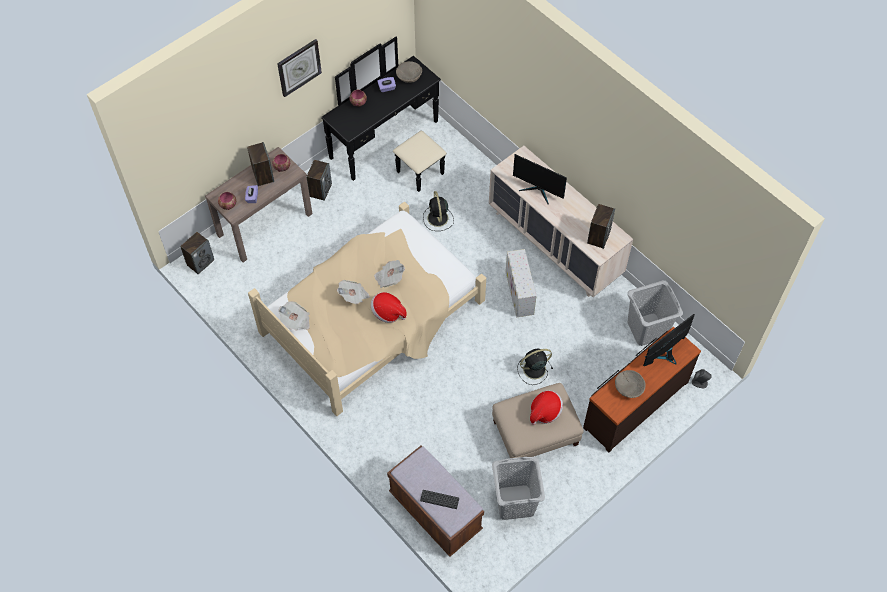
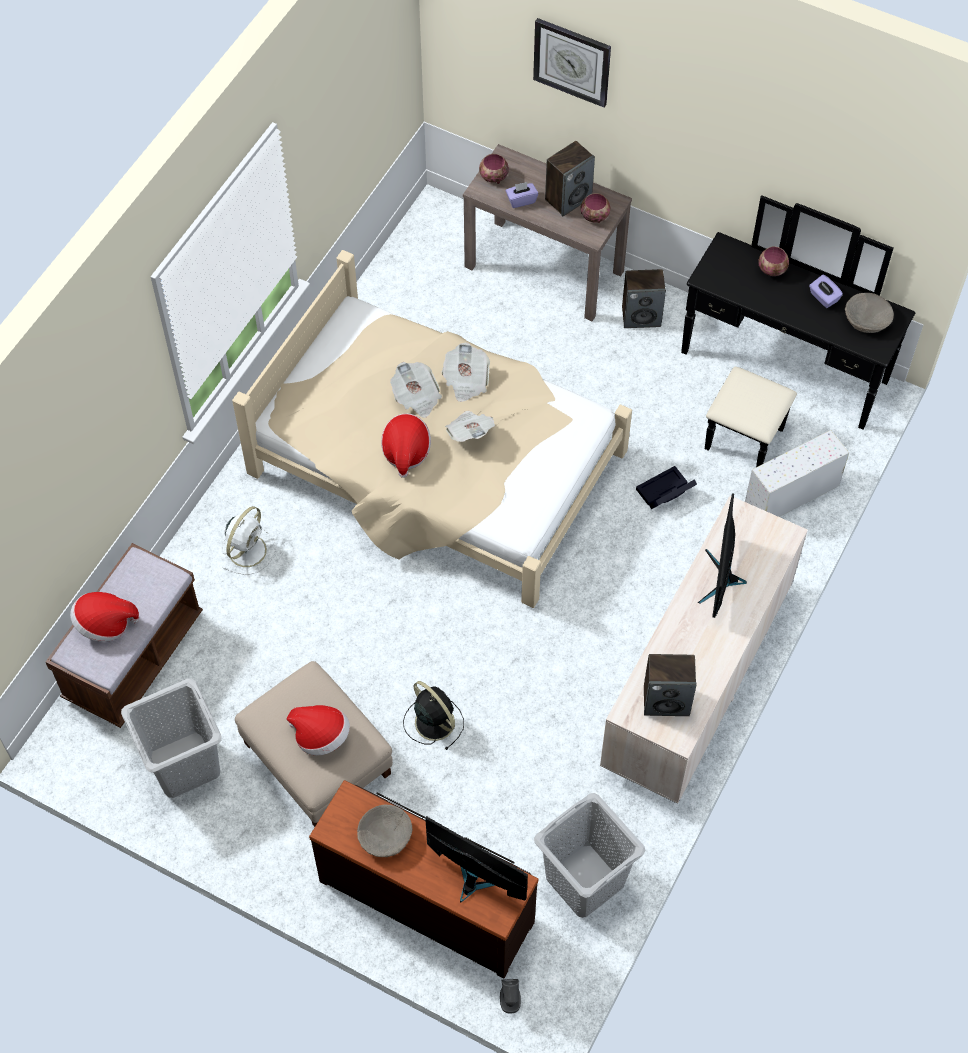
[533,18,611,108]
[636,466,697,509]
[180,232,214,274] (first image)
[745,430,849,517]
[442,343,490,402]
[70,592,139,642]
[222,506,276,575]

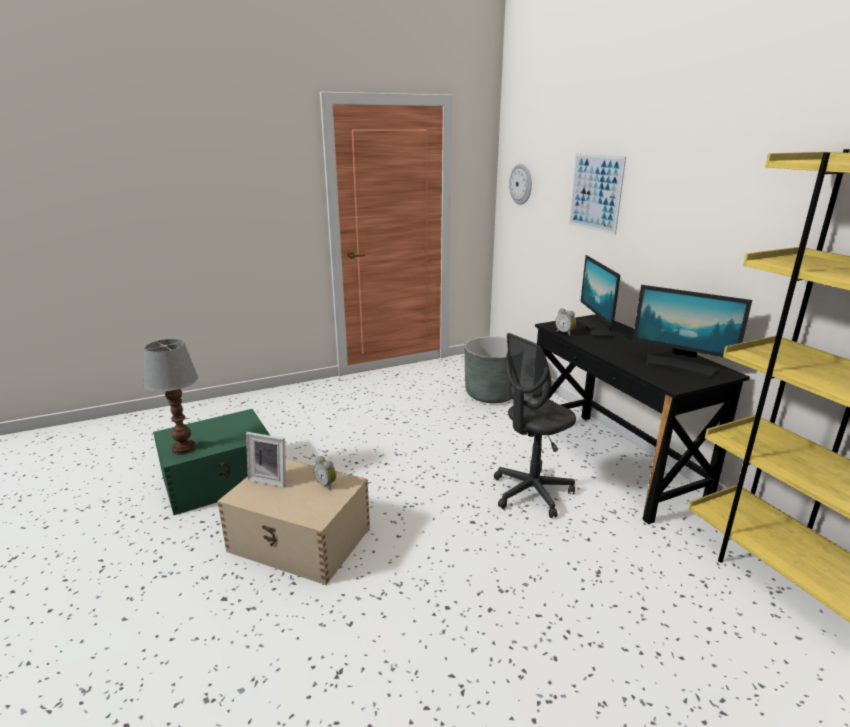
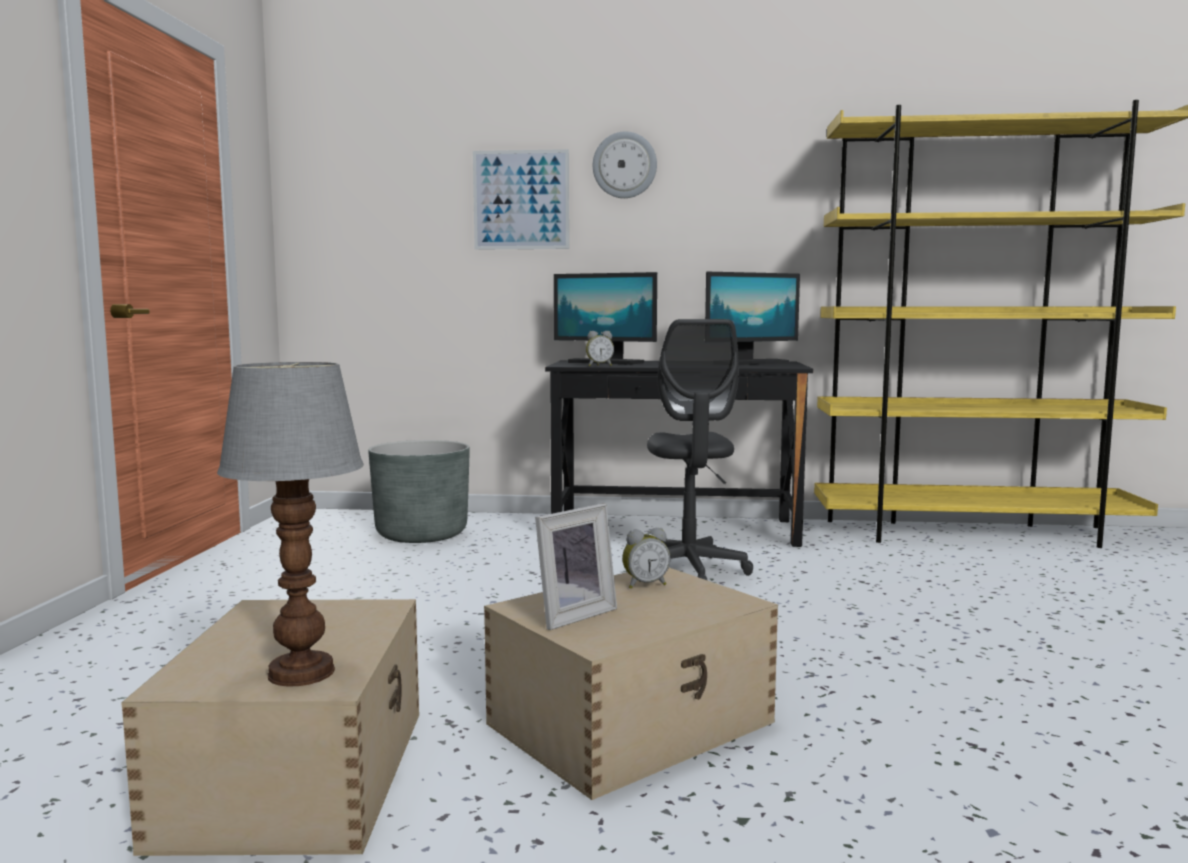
[593,132,657,198]
[121,599,419,856]

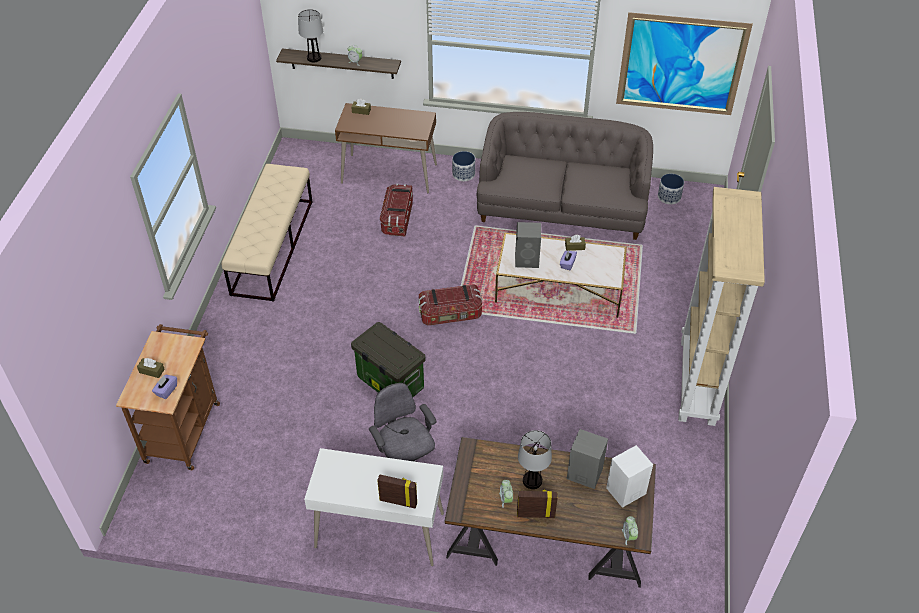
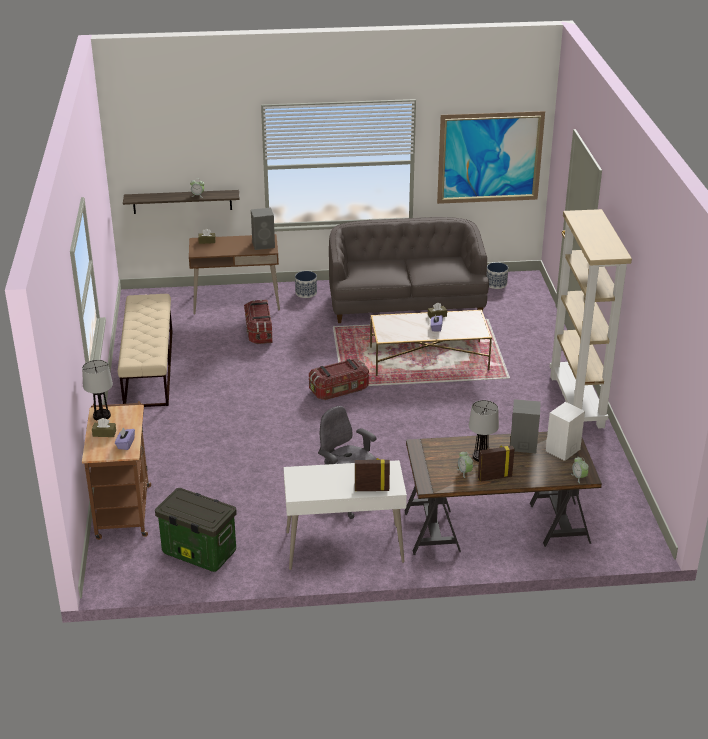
[82,360,113,421]
[251,208,275,250]
[155,488,237,572]

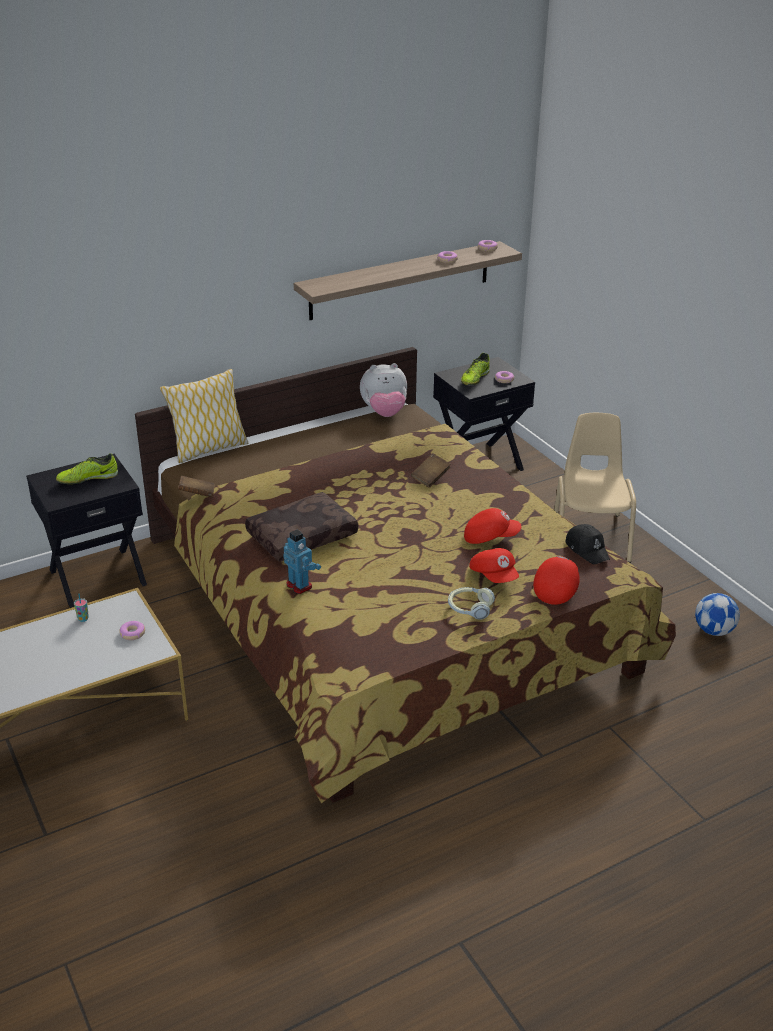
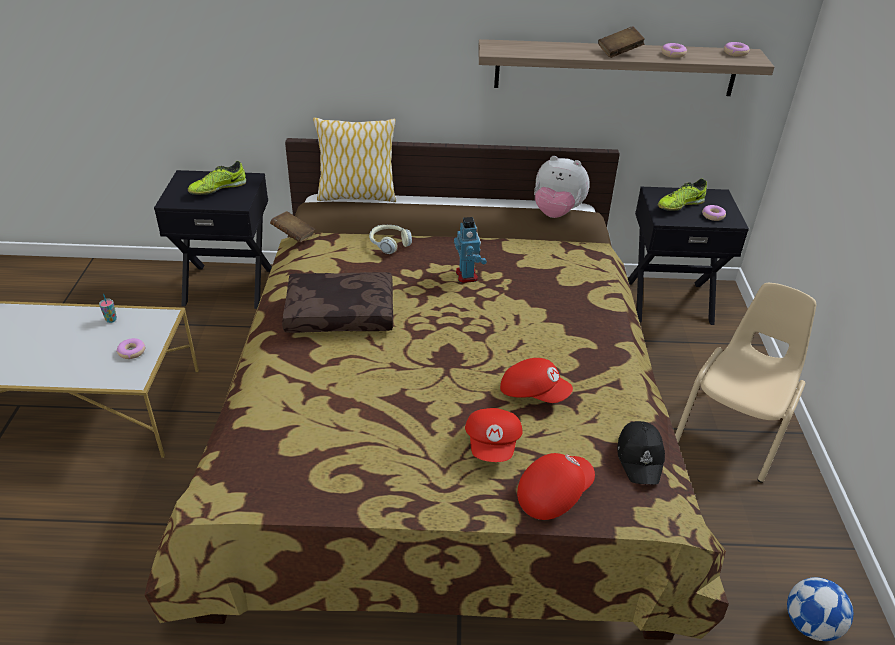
[188,161,246,195]
[598,26,645,58]
[454,217,487,283]
[369,225,412,254]

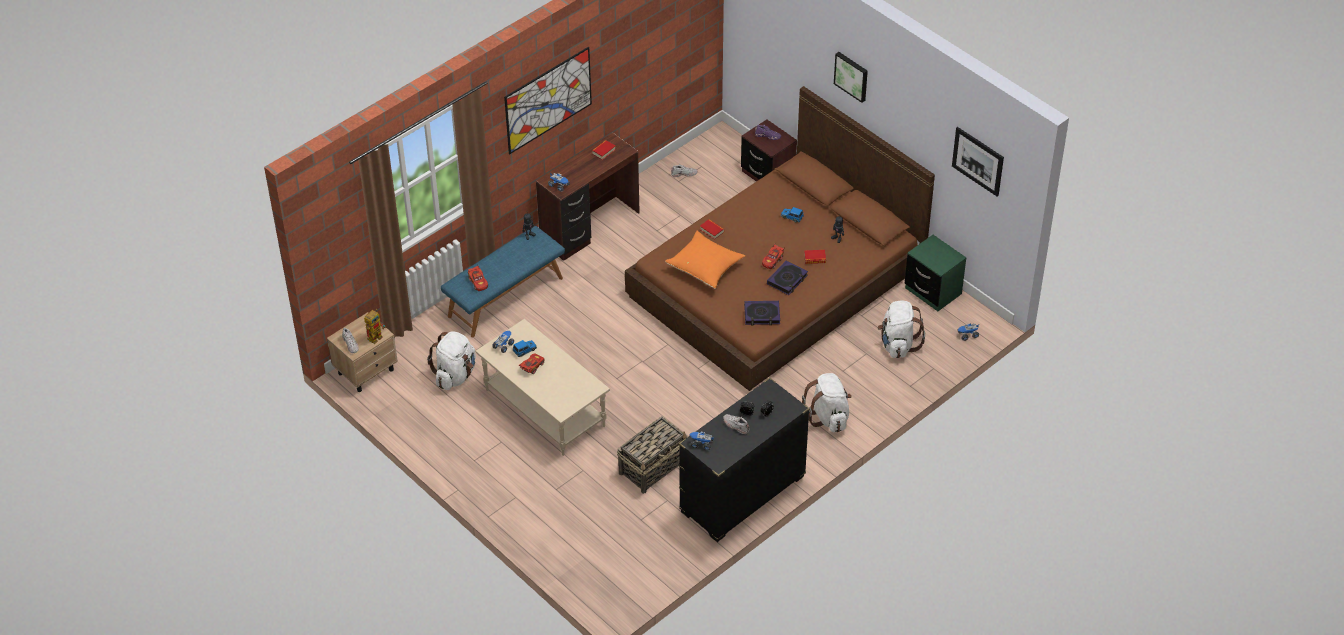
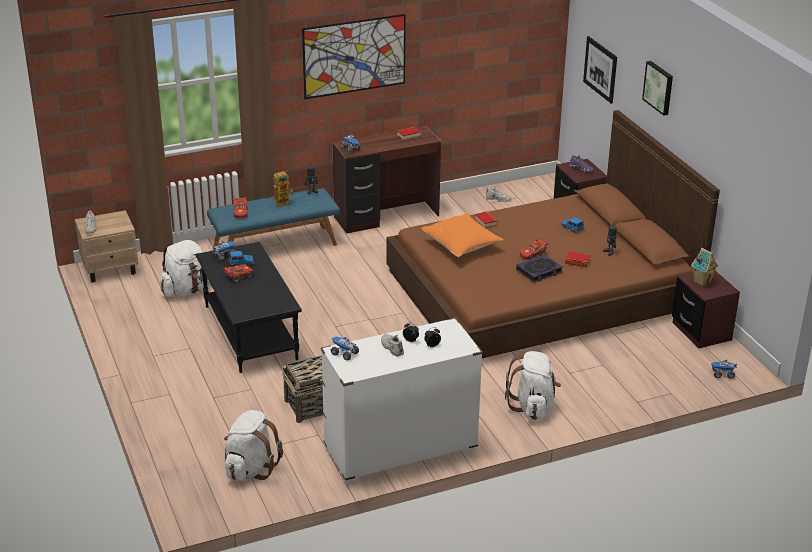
[583,36,617,104]
[672,271,740,348]
[744,301,780,326] (first image)
[224,410,283,481]
[273,170,294,207]
[196,242,302,373]
[321,318,483,484]
[691,248,718,286]

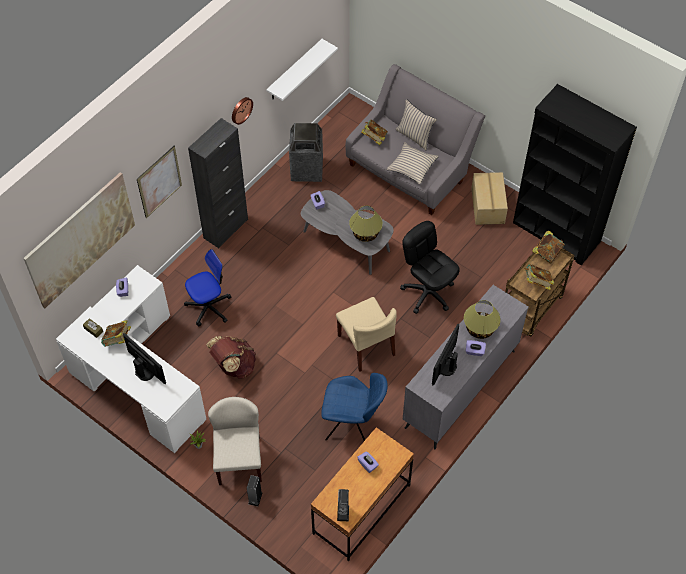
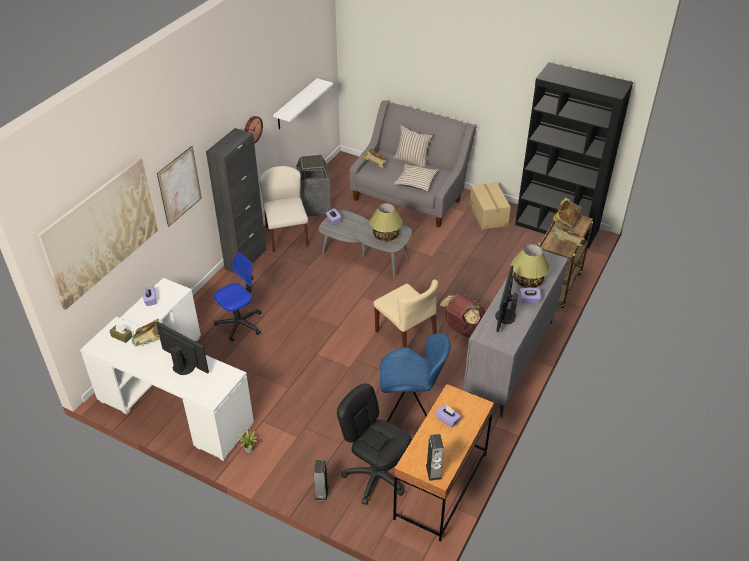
[337,383,412,505]
[440,295,486,337]
[259,166,309,252]

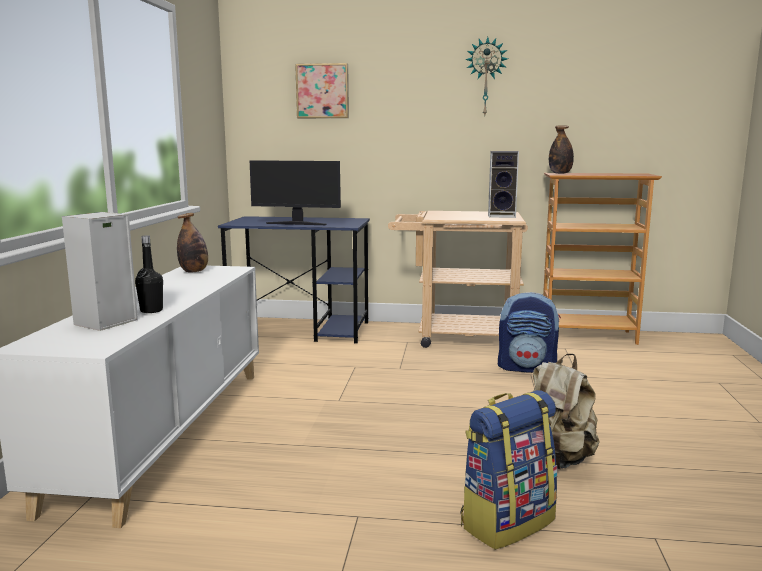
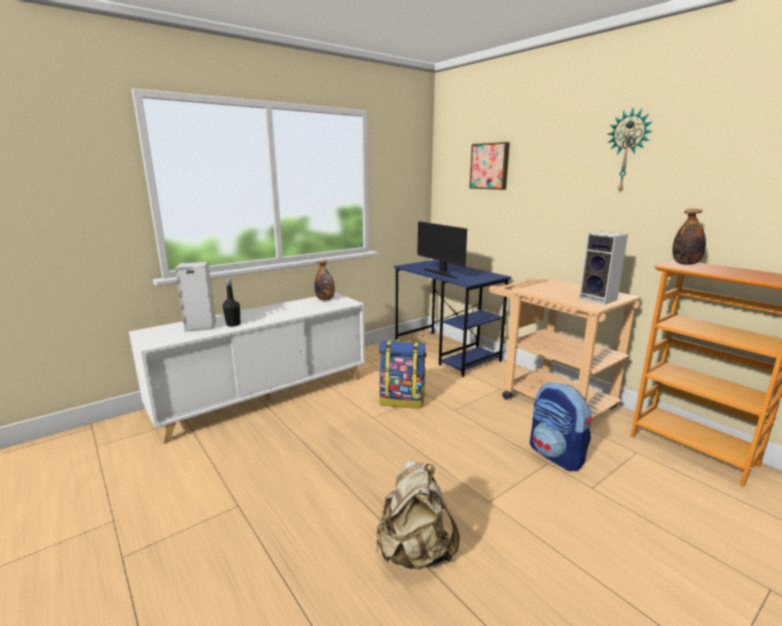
[379,339,426,408]

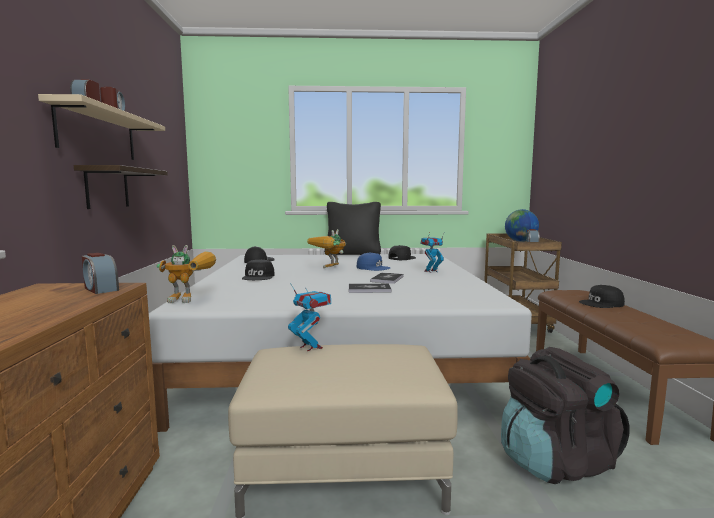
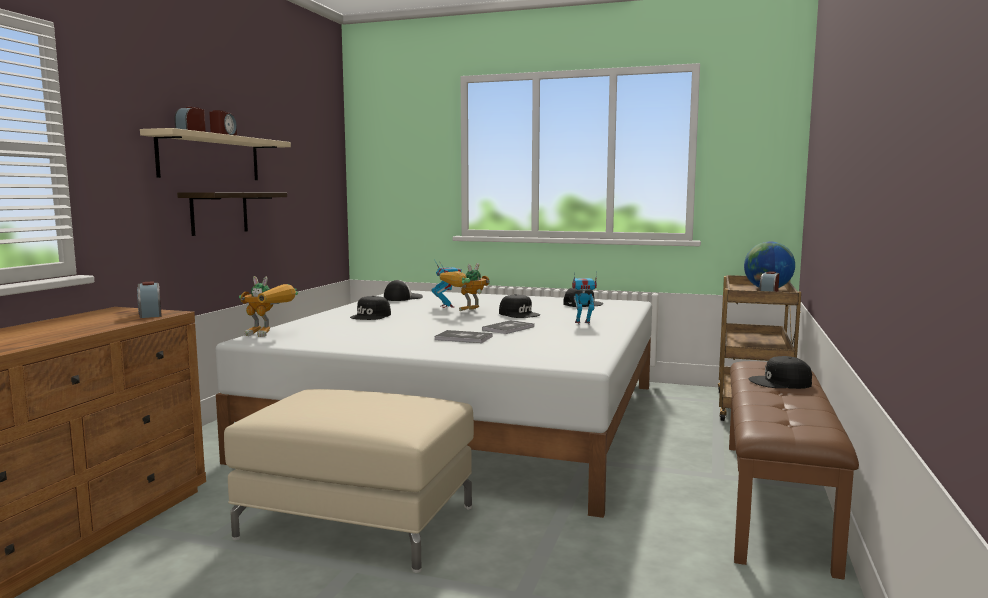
[324,202,381,255] (first image)
[499,294,540,318]
[431,261,462,308]
[501,347,630,484] (first image)

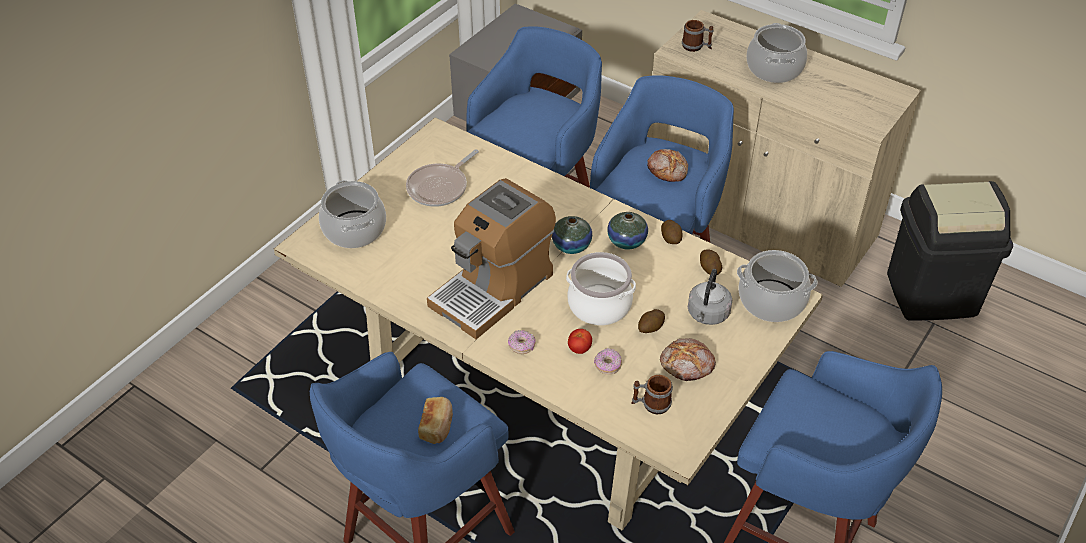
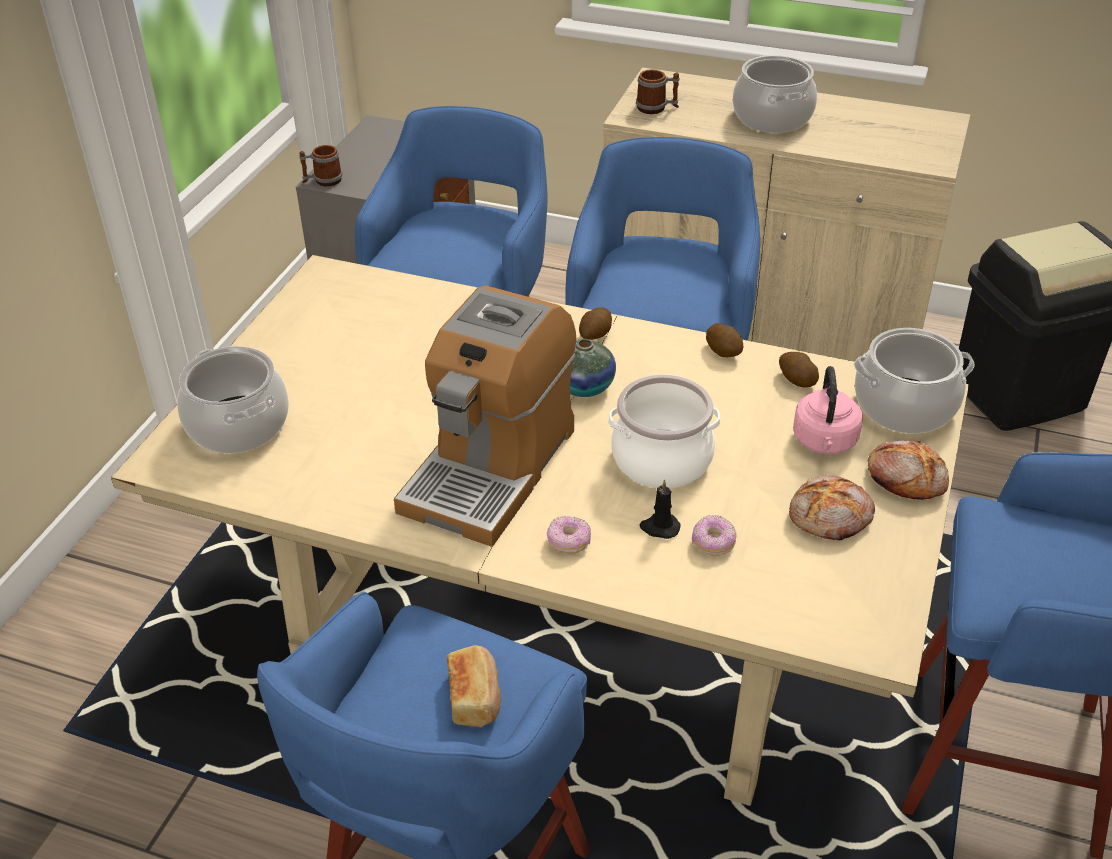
[406,149,479,207] (first image)
[868,440,949,500]
[607,212,648,249] (first image)
[793,366,863,454]
[579,307,612,340]
[639,479,680,539]
[299,145,342,186]

